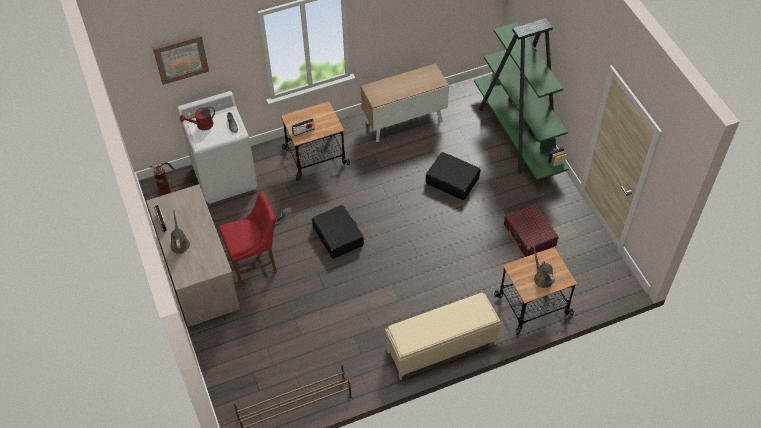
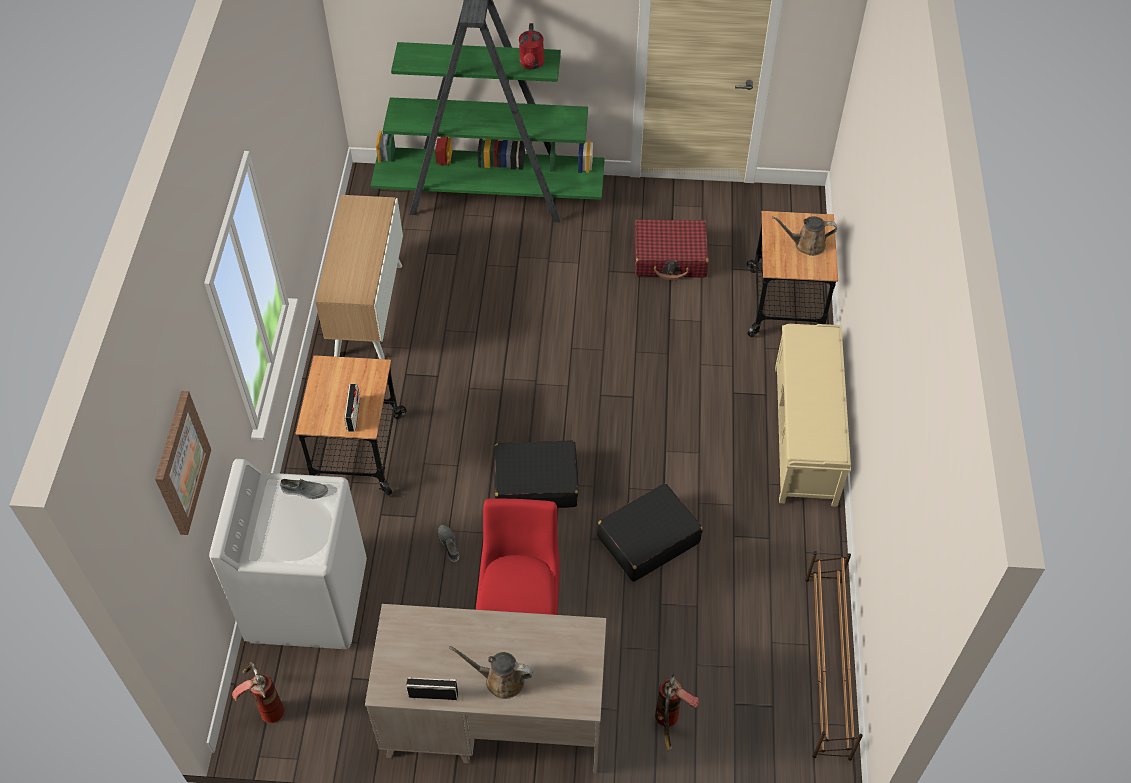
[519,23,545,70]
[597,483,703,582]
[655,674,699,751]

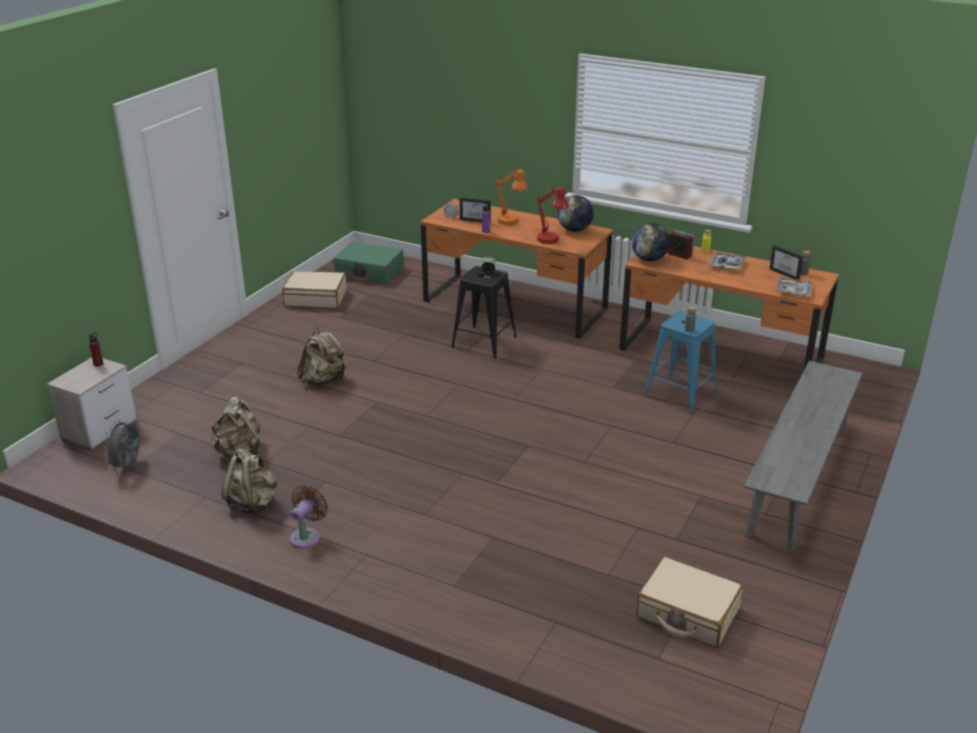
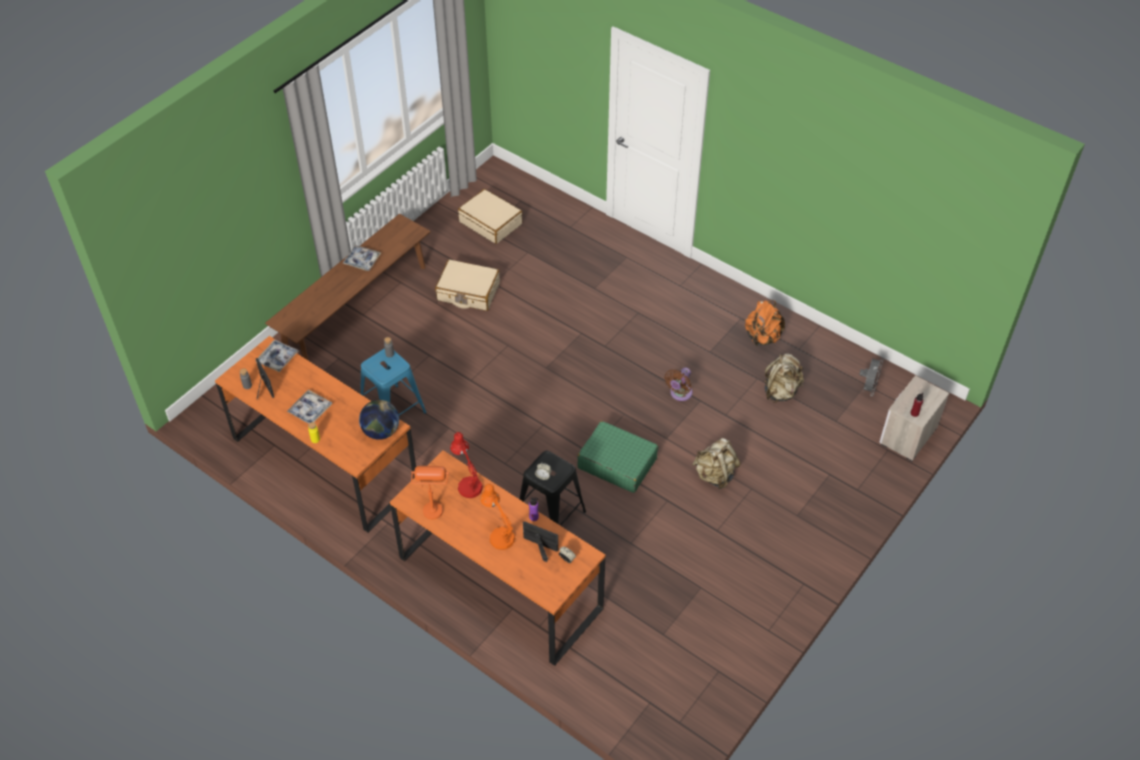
[411,466,449,520]
[668,230,695,259] (first image)
[577,421,658,493]
[435,259,500,311]
[265,214,431,361]
[745,300,785,346]
[664,367,693,401]
[342,245,381,271]

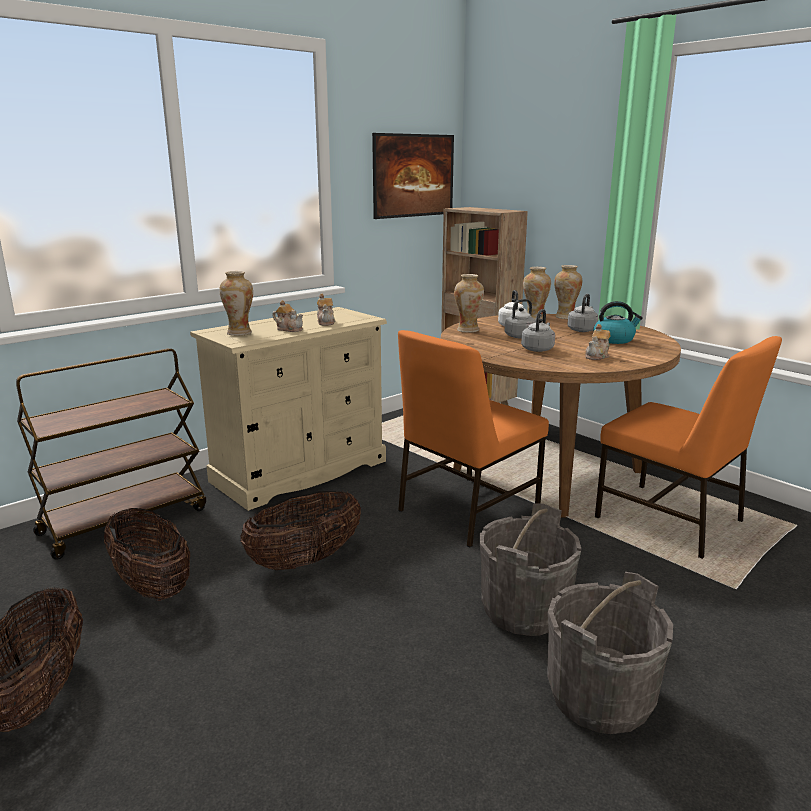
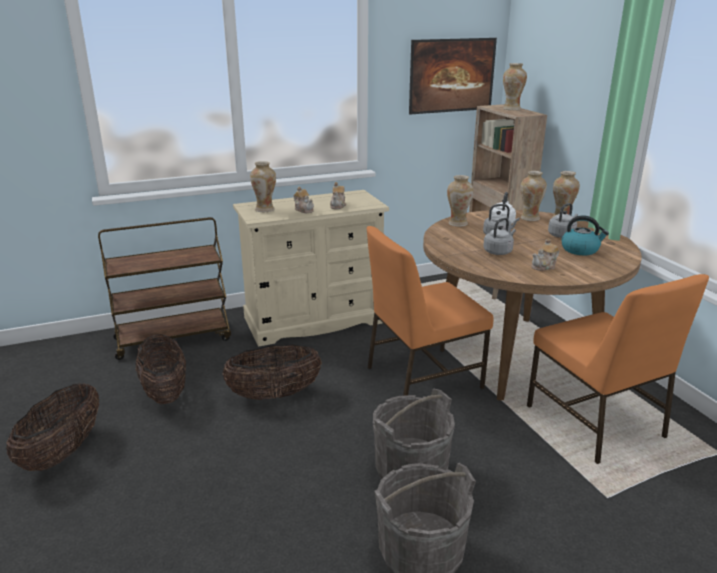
[503,63,527,110]

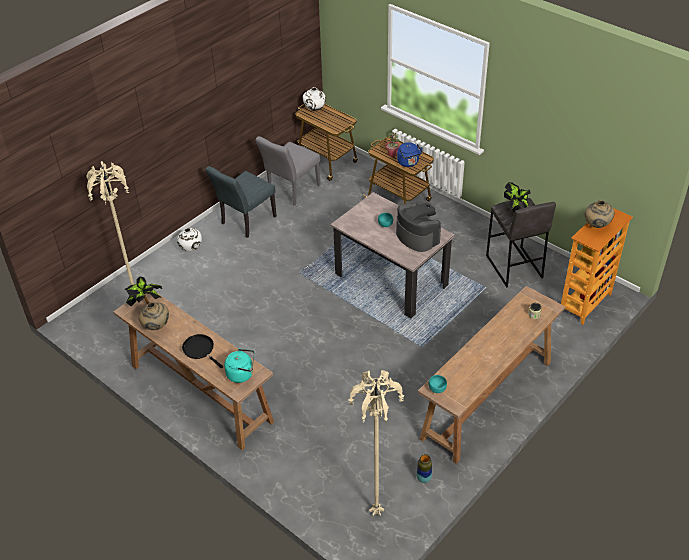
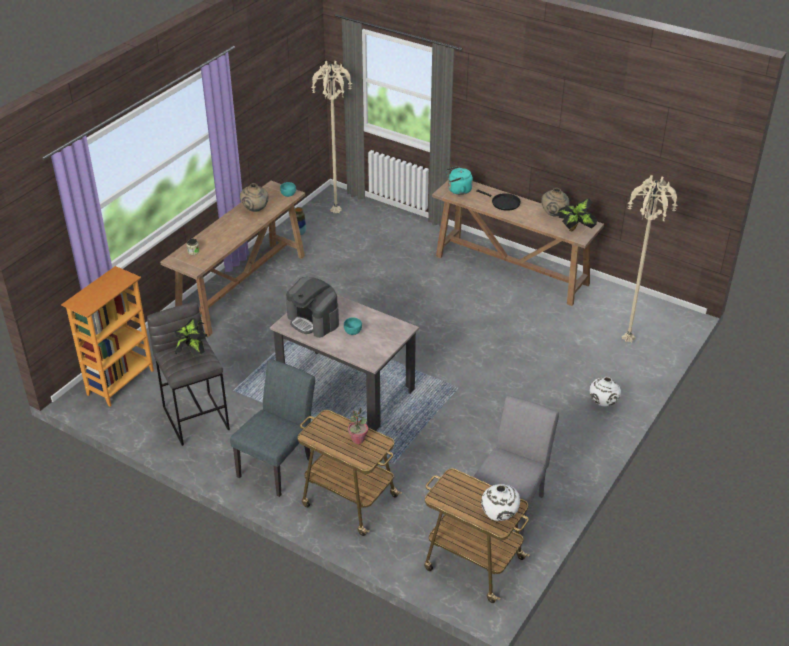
[397,142,423,167] (first image)
[230,359,315,497]
[240,183,268,212]

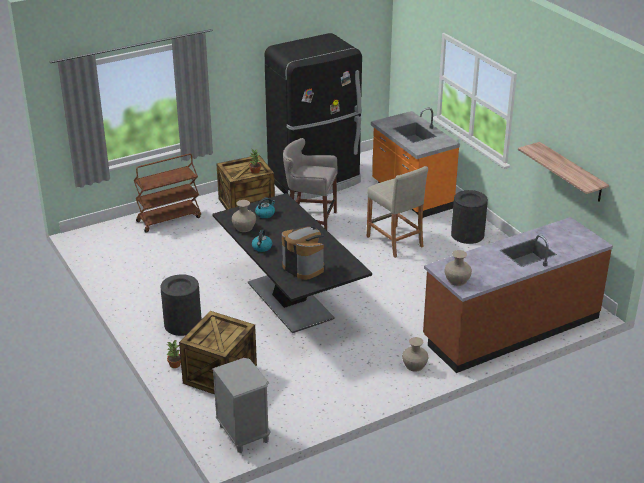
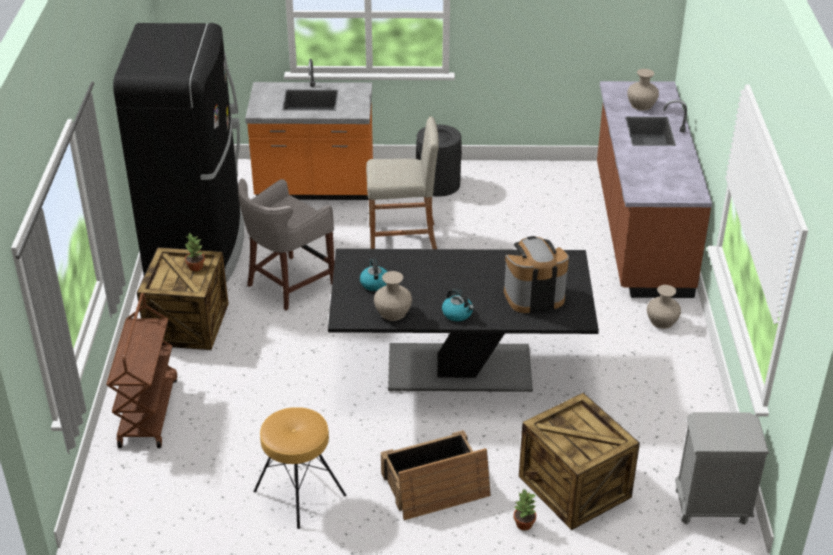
[518,142,609,202] (first image)
[627,69,659,111]
[381,430,491,520]
[253,407,346,529]

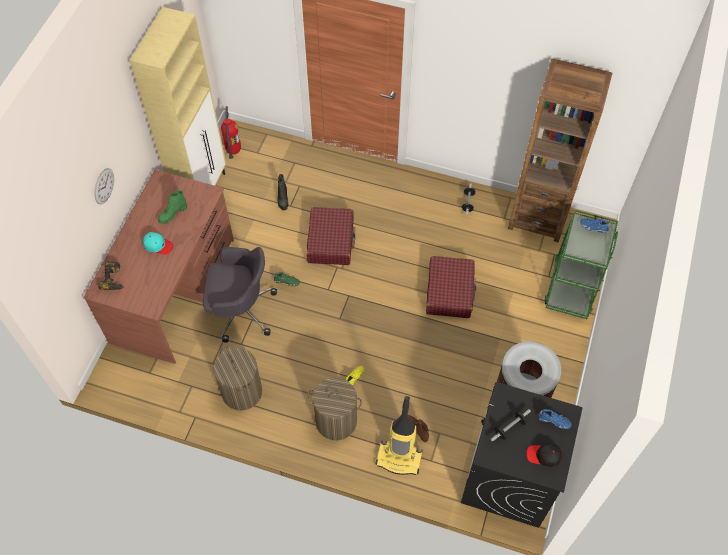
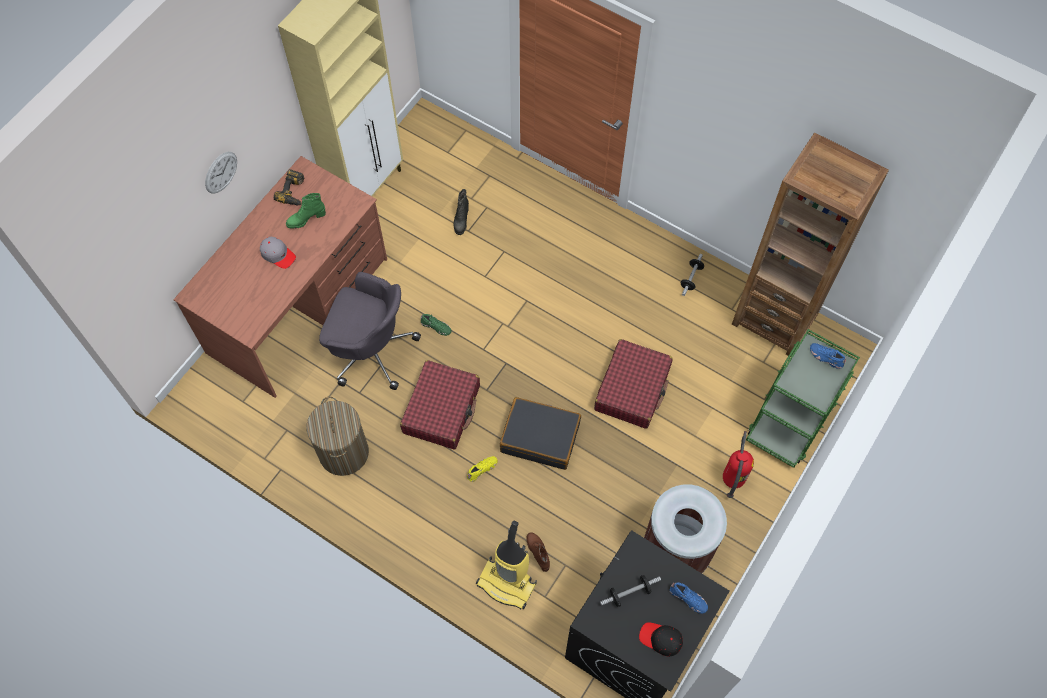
[723,431,754,498]
[400,360,480,449]
[260,237,296,269]
[274,169,304,206]
[308,377,362,440] (first image)
[500,397,581,470]

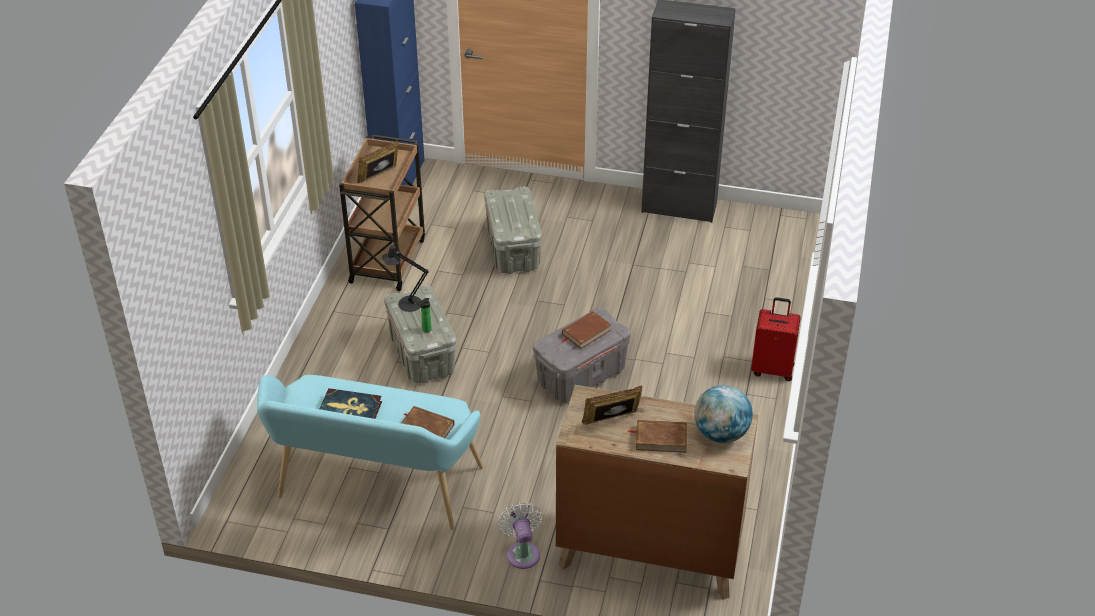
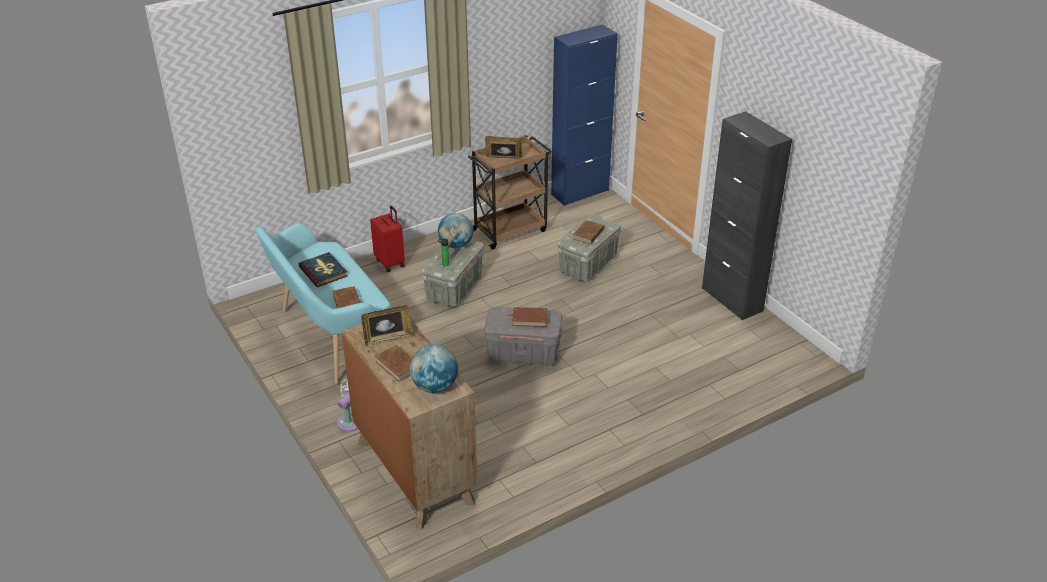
[438,213,474,248]
[370,206,405,272]
[361,305,413,346]
[573,220,604,244]

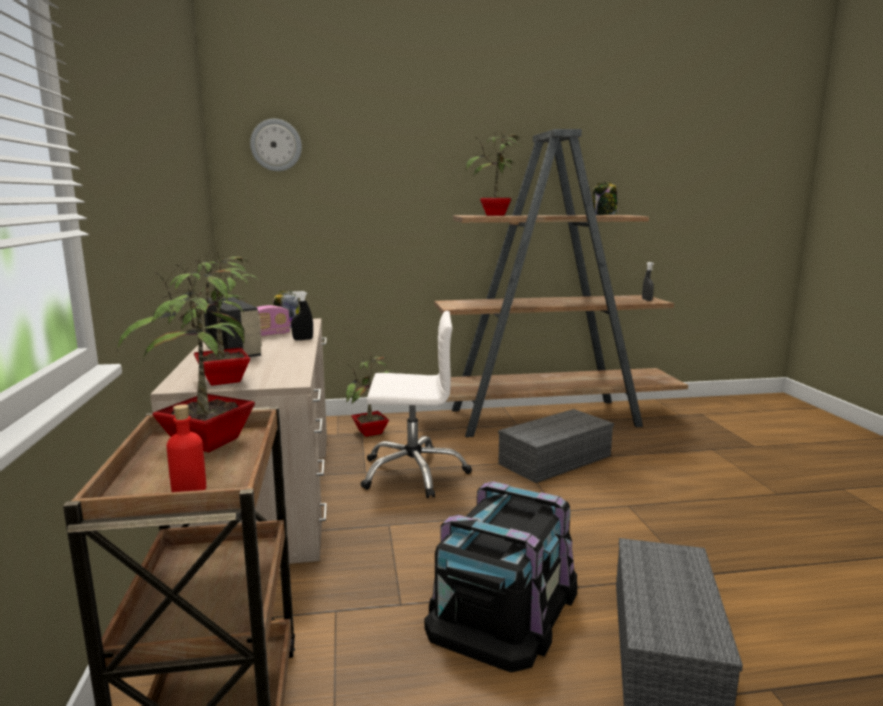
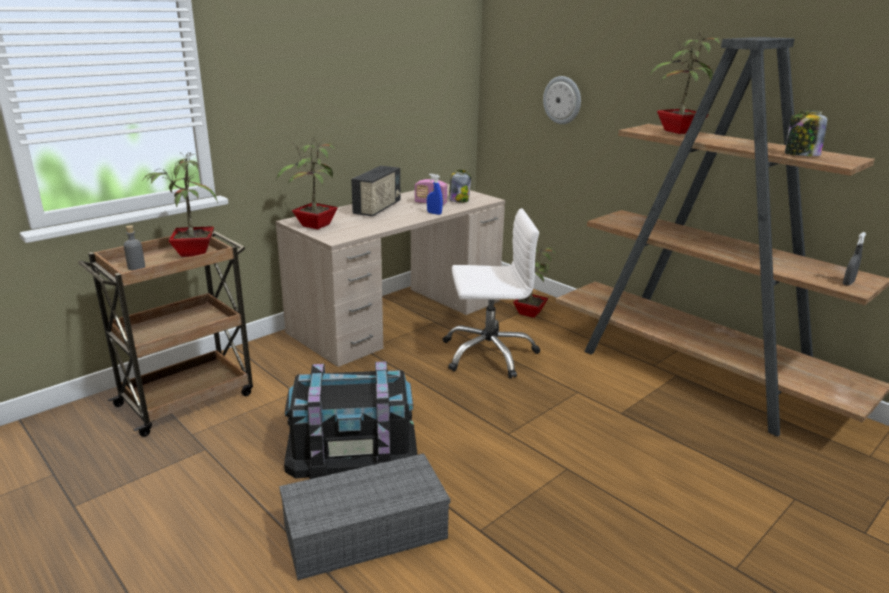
[543,76,581,124]
[427,174,443,215]
[443,209,540,379]
[124,225,145,271]
[498,409,614,483] (first image)

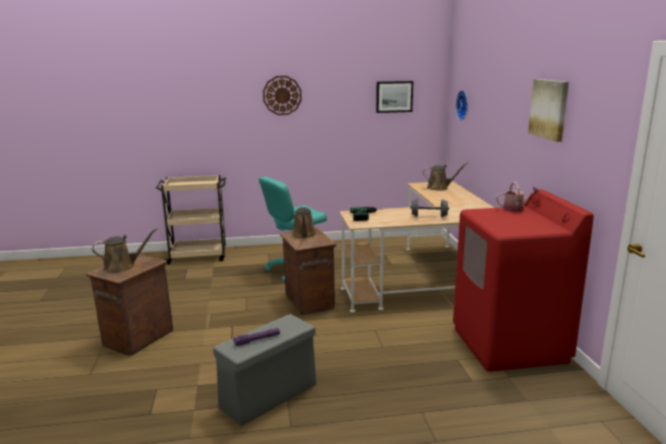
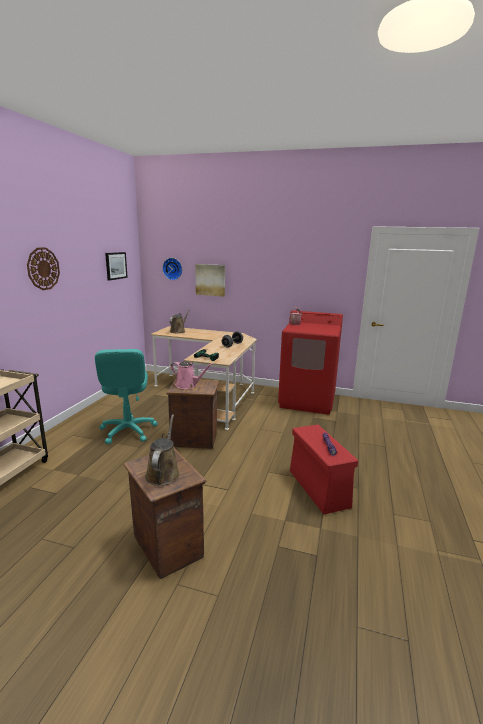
[195,264,225,296]
[171,361,213,389]
[290,425,358,514]

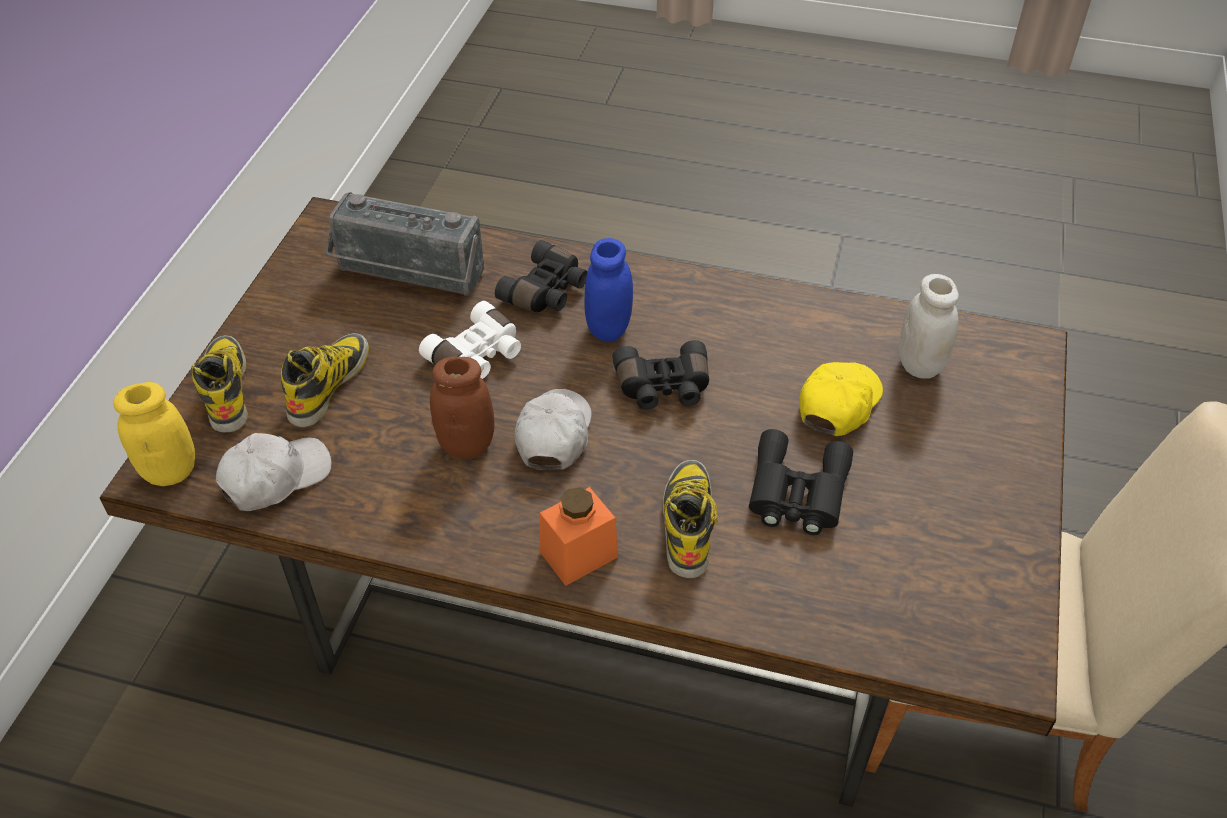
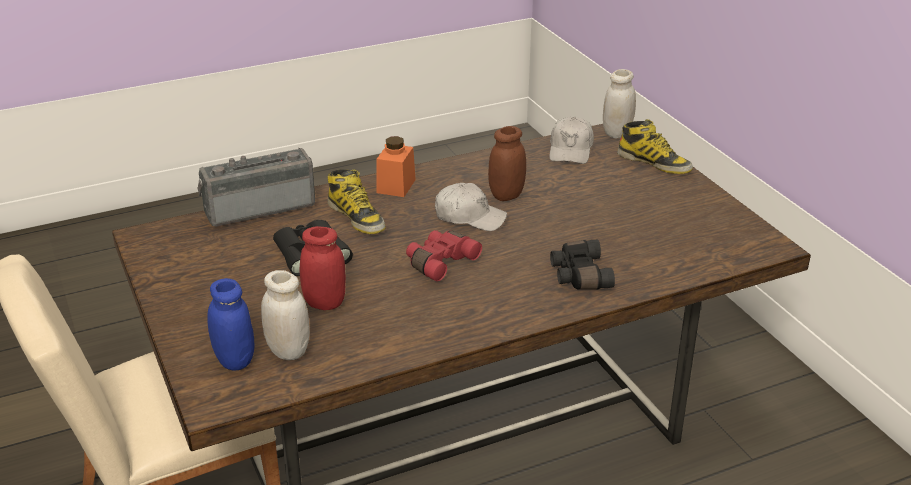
[197,148,315,226]
[207,278,254,371]
[419,301,521,379] (first image)
[281,333,369,427] (first image)
[406,230,482,282]
[300,226,346,310]
[603,69,636,139]
[435,183,507,231]

